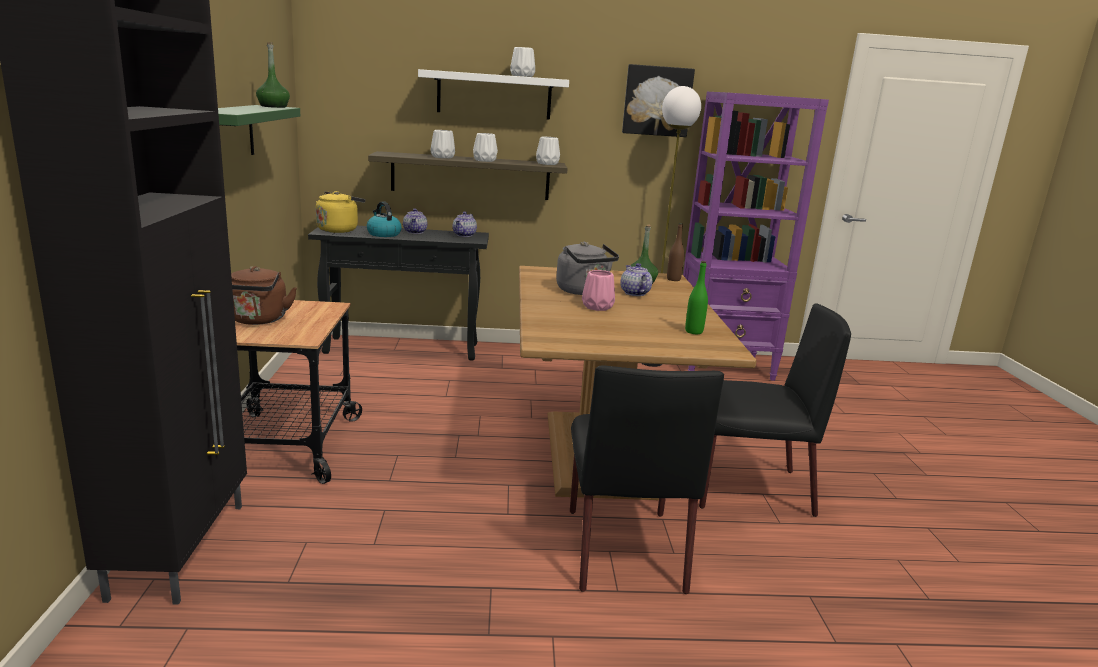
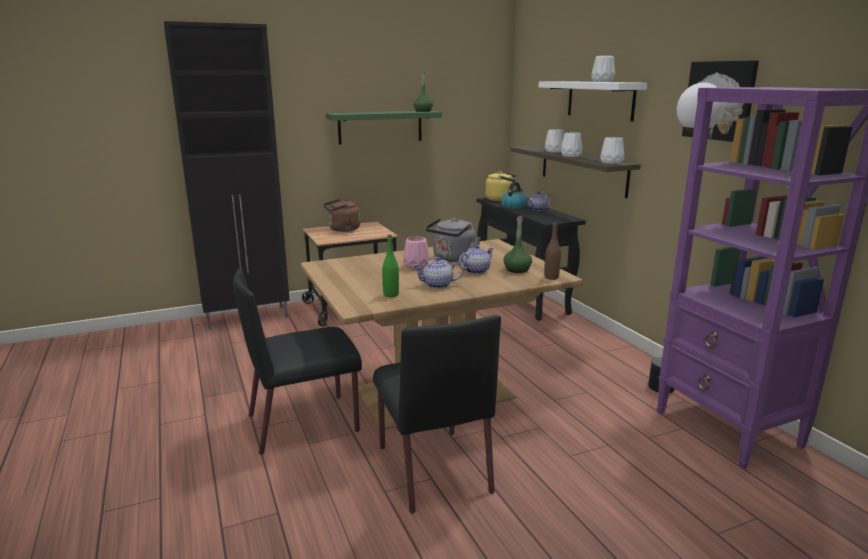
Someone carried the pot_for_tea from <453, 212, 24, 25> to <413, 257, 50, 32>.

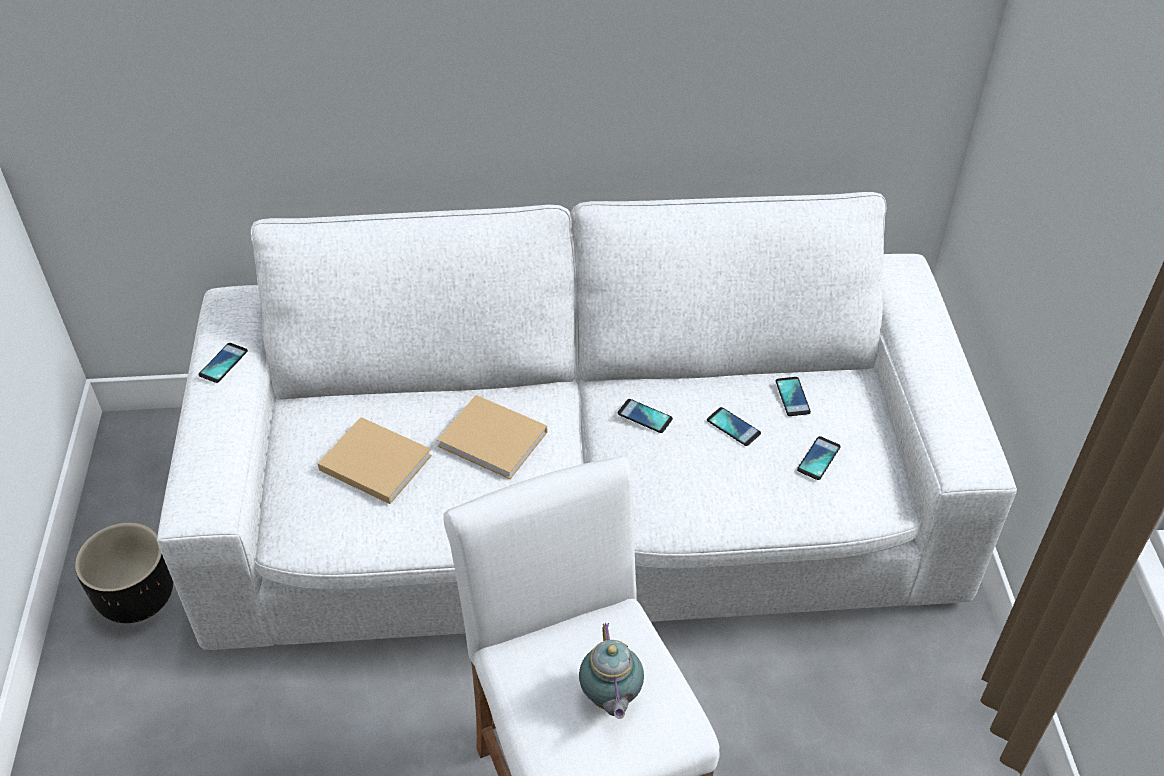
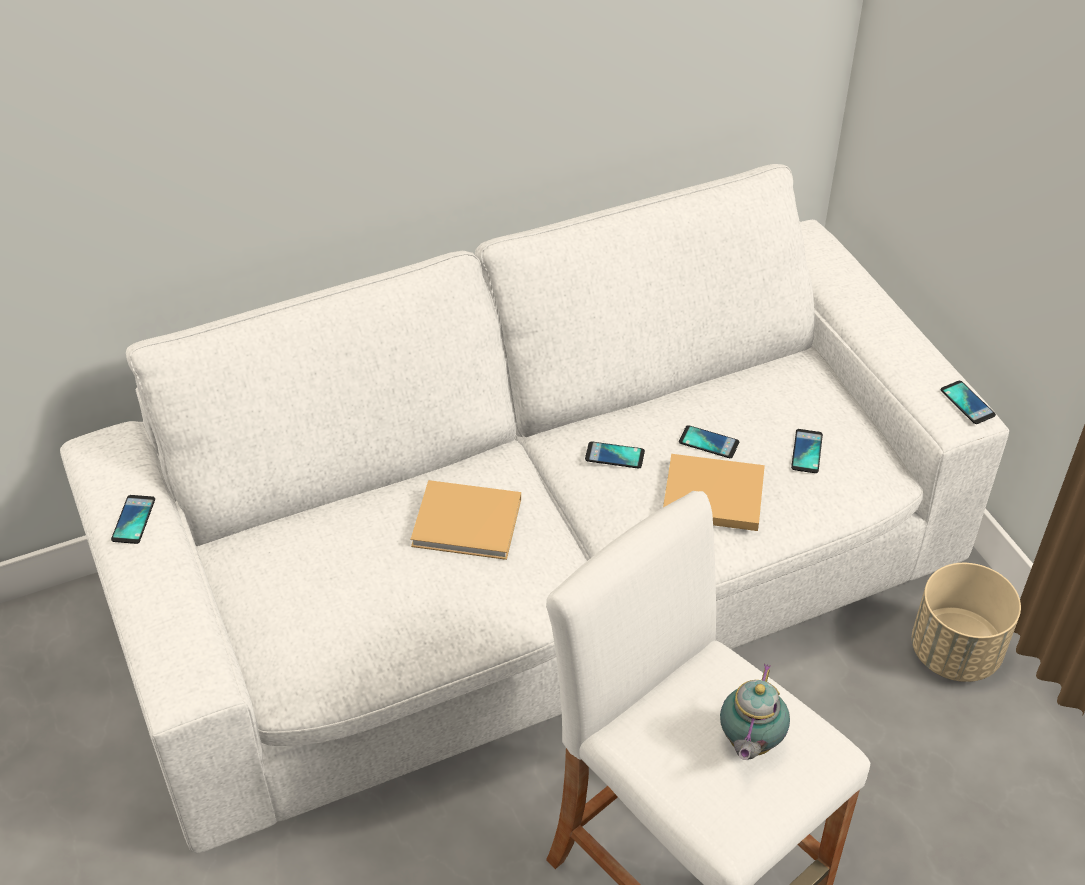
Someone carried the handset from <776, 377, 35, 39> to <940, 381, 56, 43>.
Someone carried the sand-coloured_bound_book from <318, 417, 114, 87> to <663, 454, 102, 77>.
Someone took away the black_plant_pot at <75, 523, 98, 100>.
Someone rotated the pot_for_tea at <579, 623, 65, 96> by 45 degrees clockwise.
Someone put down the sand-coloured_plant_pot at <912, 563, 109, 119>.

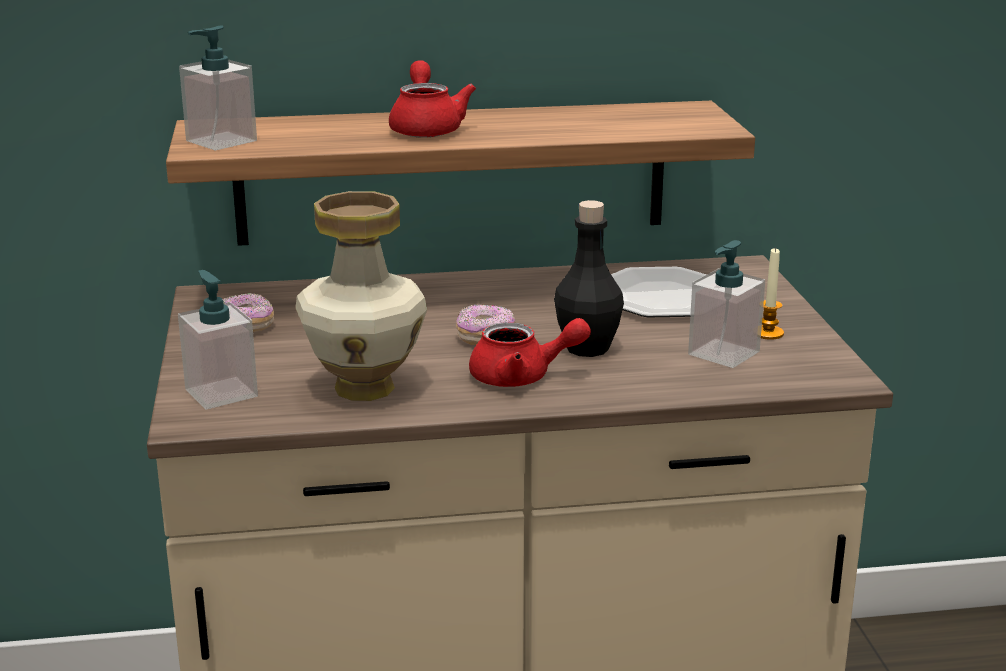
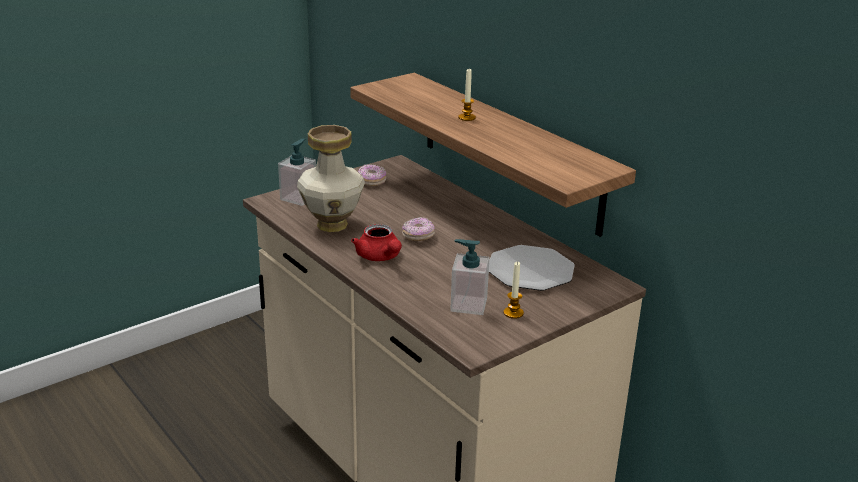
Someone took away the soap_bottle at <179, 26, 78, 125>.
Someone swapped the reddish_pot_for_tea at <389, 60, 87, 77> for the wax_light at <458, 69, 18, 52>.
Someone took away the black_bottle at <554, 200, 70, 157>.

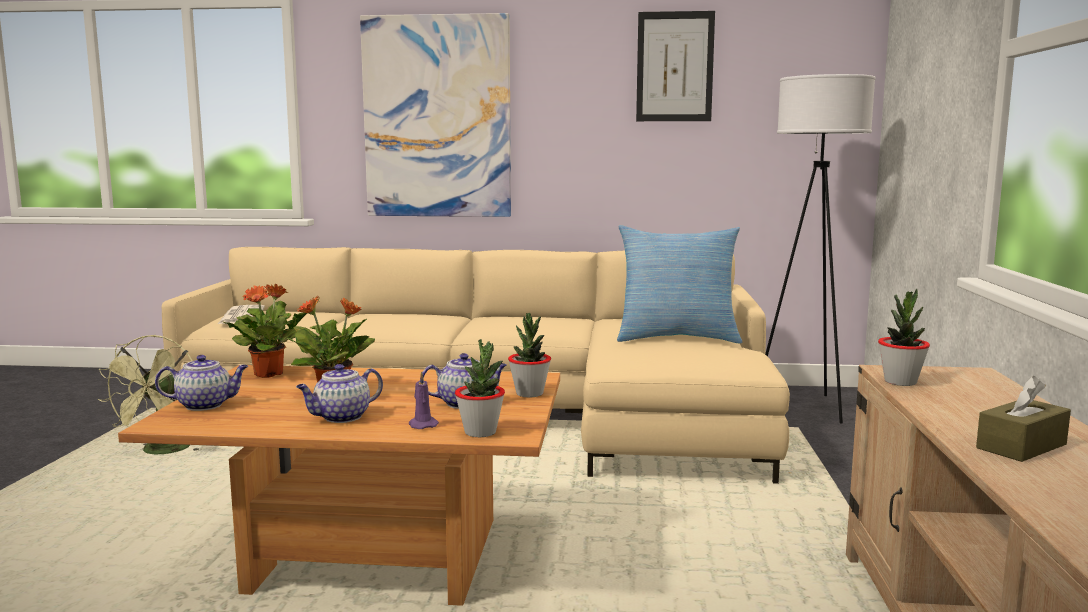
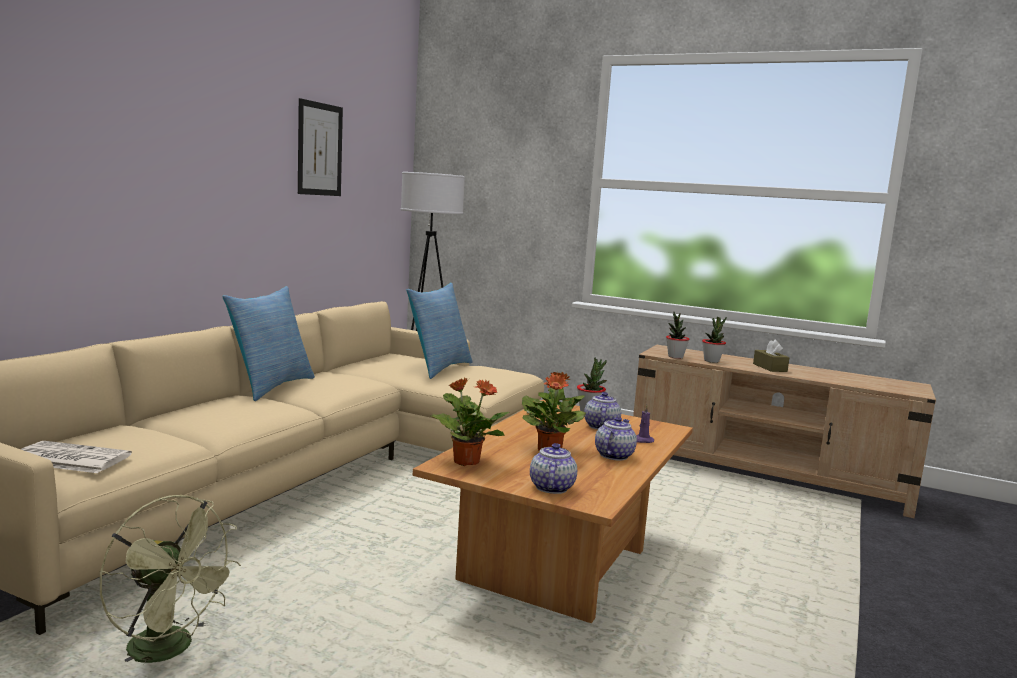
Someone took away the wall_picture at <360, 13, 151, 204>.
Someone carried the plant_in_a_pot from <455, 339, 50, 98> to <702, 317, 25, 46>.
Someone rotated the pot_for_tea at <296, 364, 87, 59> by 135 degrees counterclockwise.
Someone put down the cushion at <222, 286, 93, 115>.

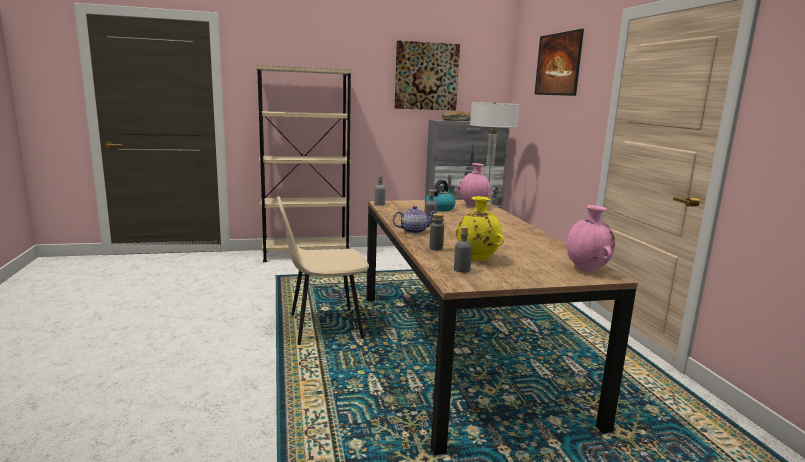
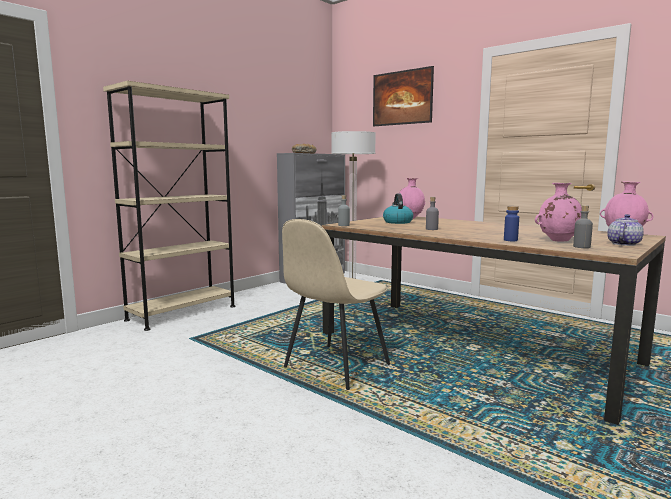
Someone took away the wall_picture at <395, 40, 65, 70>.
Someone repainted the yellowish_decorative_vase at <455, 196, 49, 65>, which became the pink-coloured_decorative_vase at <535, 183, 47, 59>.
Someone carried the pot_for_tea from <393, 206, 42, 28> to <607, 214, 37, 32>.
Someone repainted the greyish_bottle at <429, 213, 15, 37>, which became the blue_bottle at <504, 206, 15, 35>.

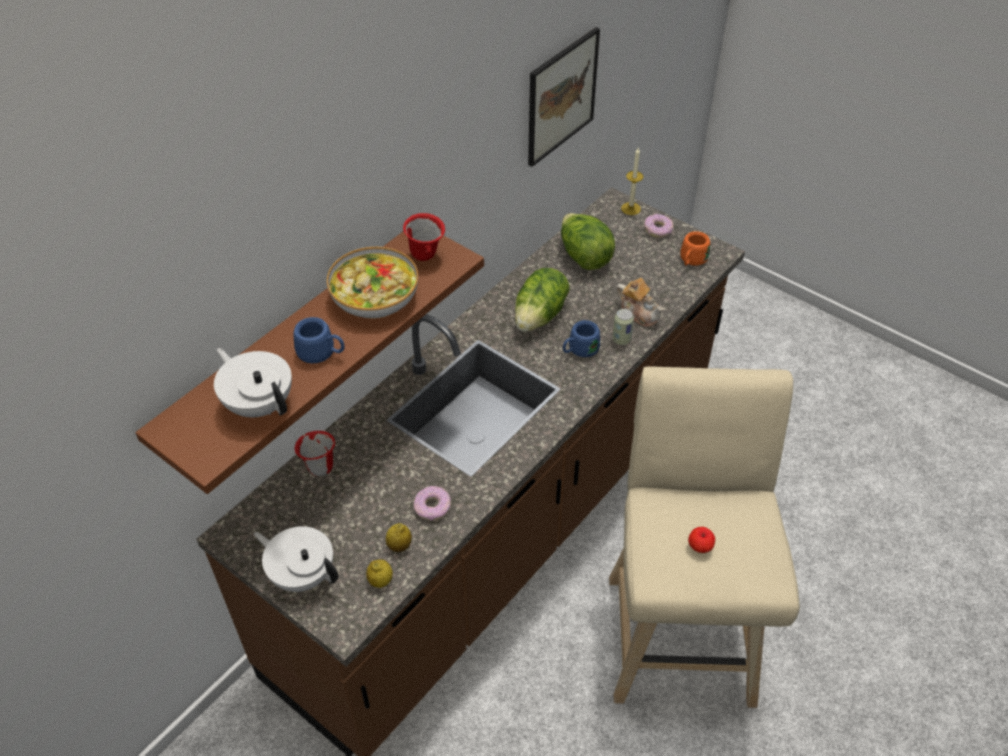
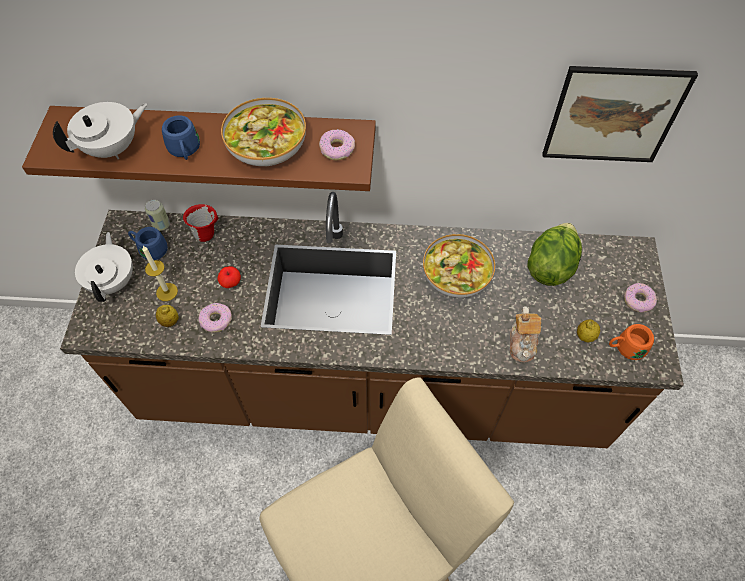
Someone carried the wax_light from <621, 148, 23, 67> to <142, 246, 36, 55>.
Someone swapped the reddish_tea_mug at <403, 213, 42, 48> for the ring_doughnut at <319, 129, 36, 31>.
Someone swapped the head_of_lettuce at <515, 268, 54, 64> for the serving_bowl at <423, 234, 72, 64>.
Someone carried the sealed_can from <612, 308, 22, 37> to <145, 200, 25, 31>.
Someone carried the blue_tea_mug from <563, 320, 37, 37> to <128, 227, 40, 33>.
Someone rotated the whitish_pot_for_tea at <214, 348, 78, 69> by 45 degrees clockwise.
Someone carried the whole_apple from <688, 527, 27, 26> to <218, 266, 23, 22>.
Someone carried the whole_lemon from <366, 559, 27, 29> to <577, 319, 23, 23>.

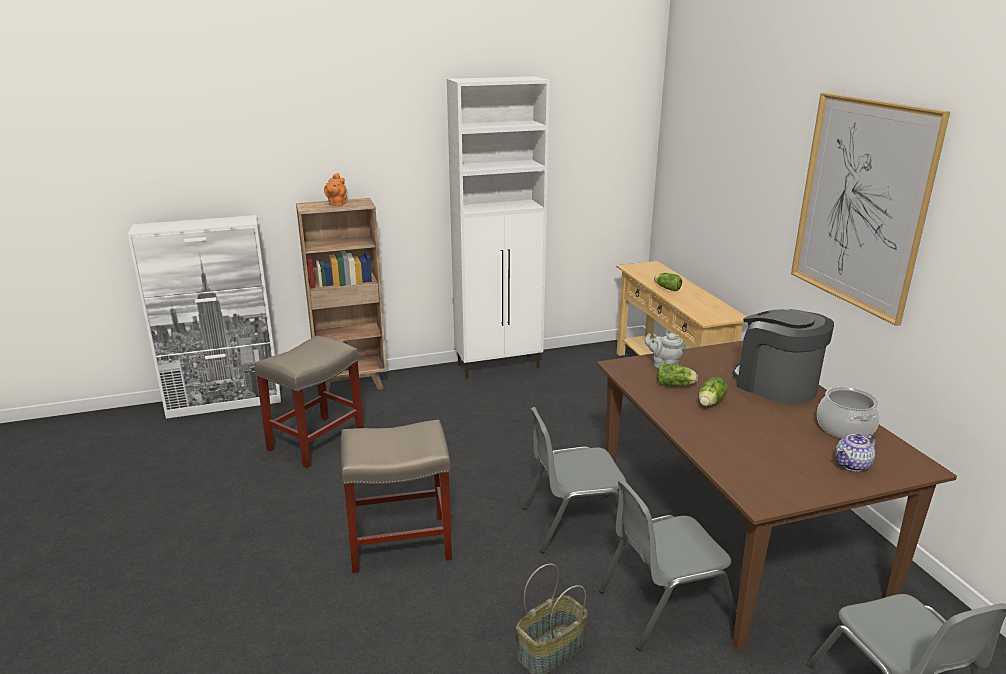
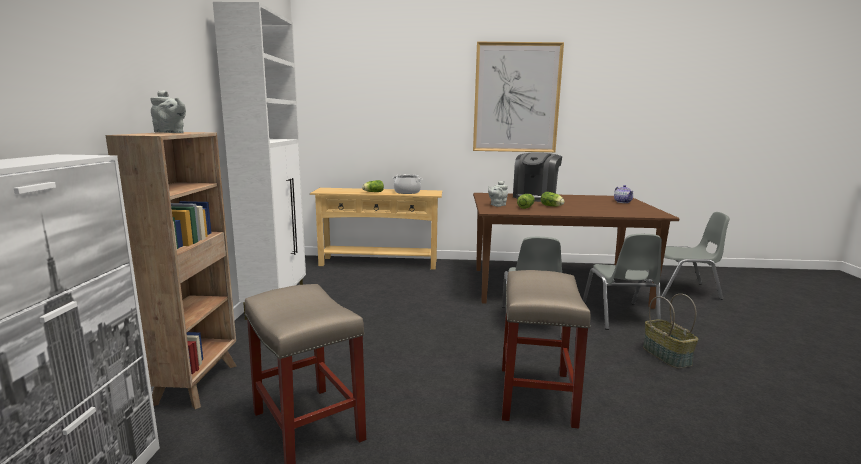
Someone repainted the orangey_pot_for_tea at <324, 173, 22, 34>, which became the greyish_pot_for_tea at <150, 90, 36, 43>.
Someone rotated the coffee_machine at <732, 309, 102, 95> by 45 degrees counterclockwise.
Someone carried the saucepot from <817, 386, 63, 53> to <393, 174, 29, 20>.

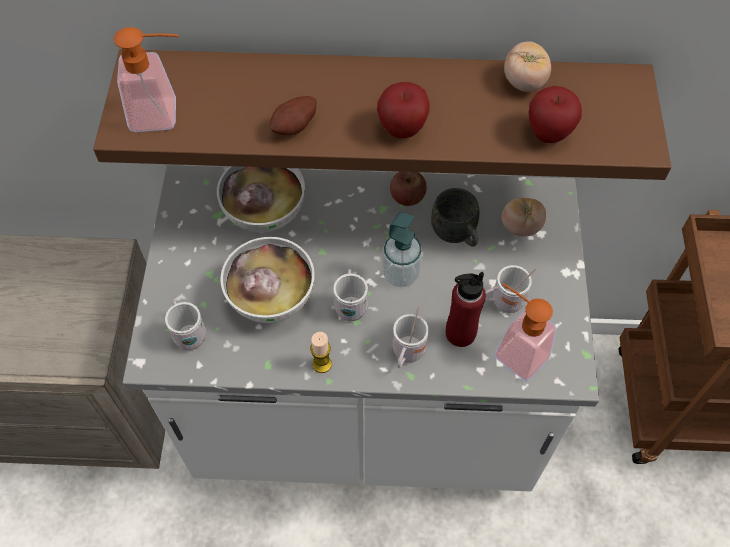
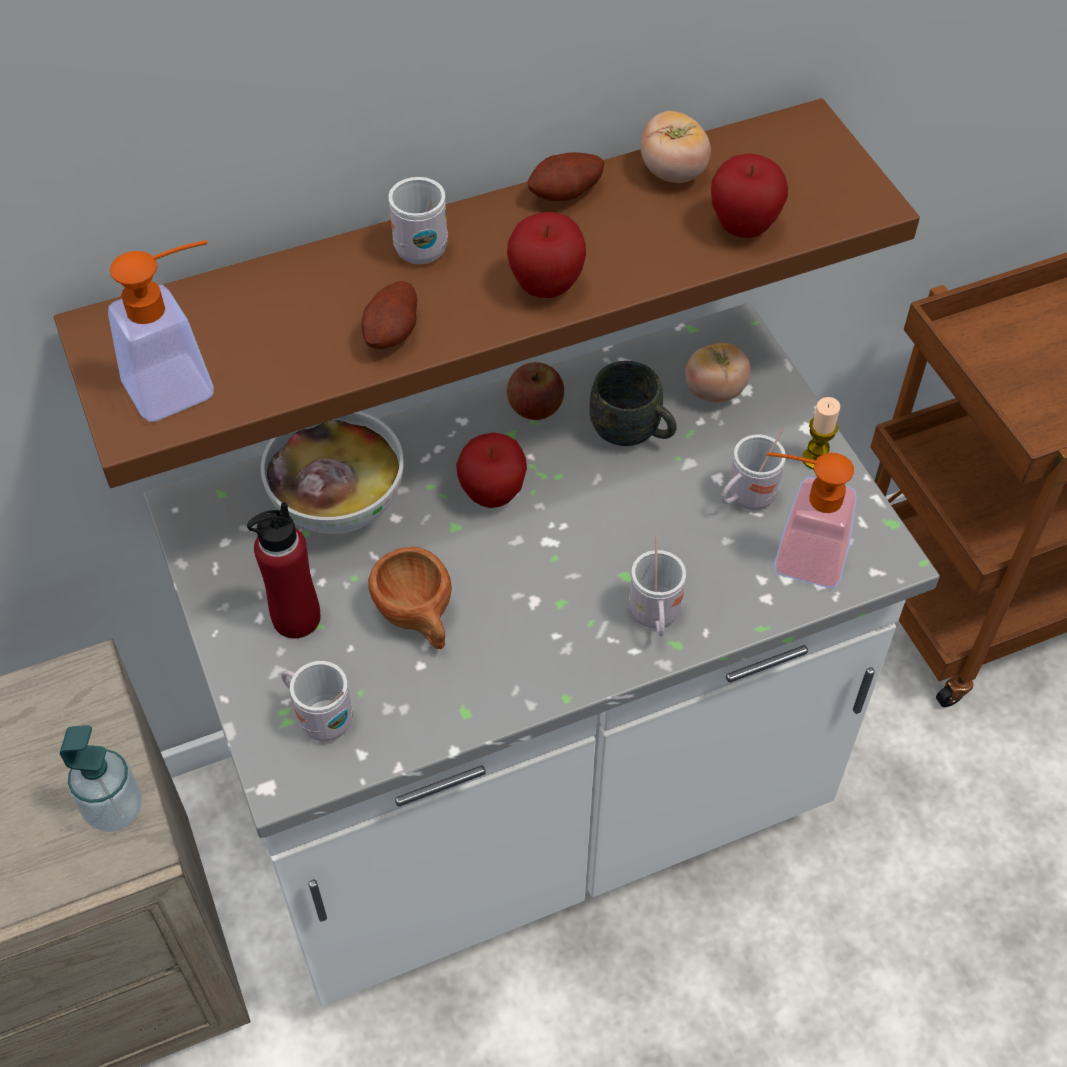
Someone carried the soap_bottle from <382, 212, 40, 75> to <60, 725, 82, 107>.
Someone swapped the serving_bowl at <221, 237, 94, 86> for the brown-coloured_small_cup at <368, 547, 84, 102>.
Someone carried the whitish_tea_mug from <333, 269, 35, 52> to <388, 177, 60, 87>.
Someone carried the reddish_bottle from <446, 272, 40, 75> to <247, 502, 73, 136>.
Someone carried the wax_light from <310, 332, 22, 41> to <802, 397, 38, 72>.
Someone put down the whole_potato at <527, 152, 78, 49>.
Someone put down the whole_apple at <456, 432, 71, 76>.

